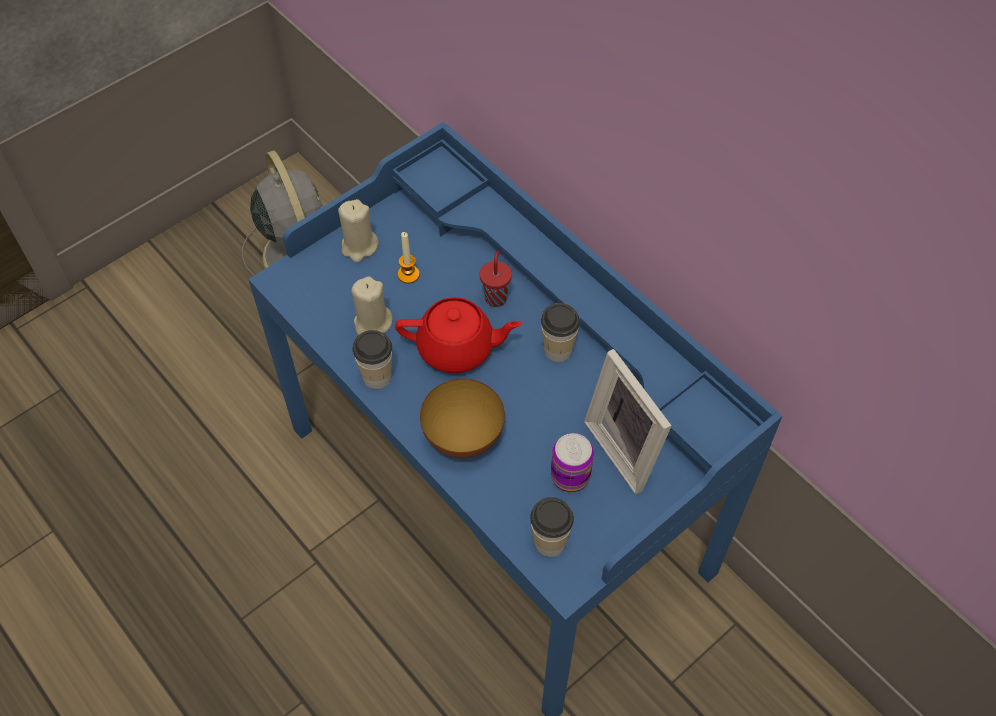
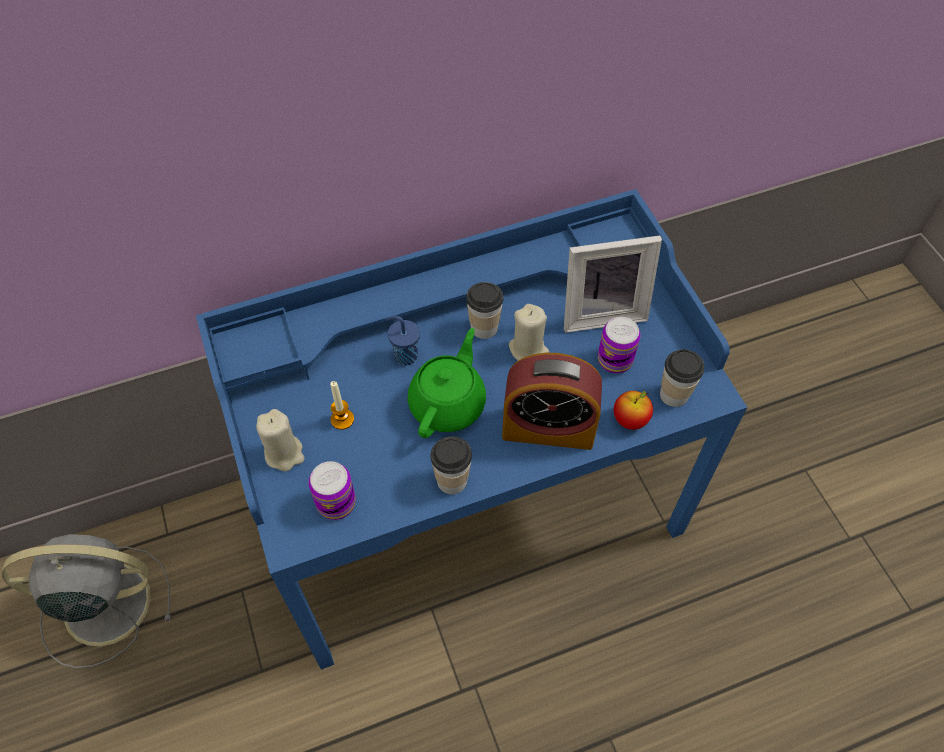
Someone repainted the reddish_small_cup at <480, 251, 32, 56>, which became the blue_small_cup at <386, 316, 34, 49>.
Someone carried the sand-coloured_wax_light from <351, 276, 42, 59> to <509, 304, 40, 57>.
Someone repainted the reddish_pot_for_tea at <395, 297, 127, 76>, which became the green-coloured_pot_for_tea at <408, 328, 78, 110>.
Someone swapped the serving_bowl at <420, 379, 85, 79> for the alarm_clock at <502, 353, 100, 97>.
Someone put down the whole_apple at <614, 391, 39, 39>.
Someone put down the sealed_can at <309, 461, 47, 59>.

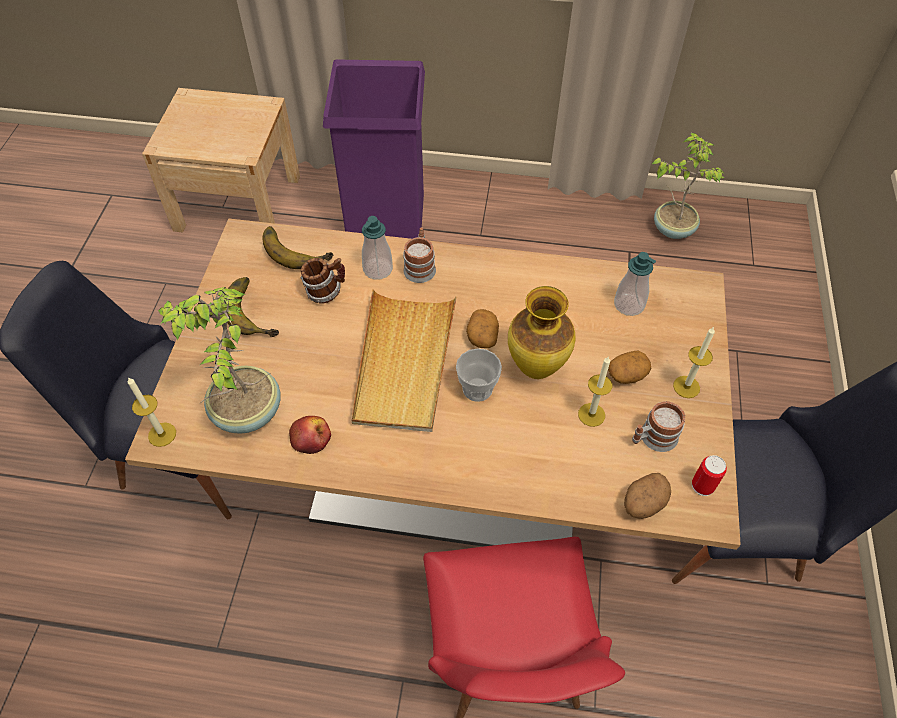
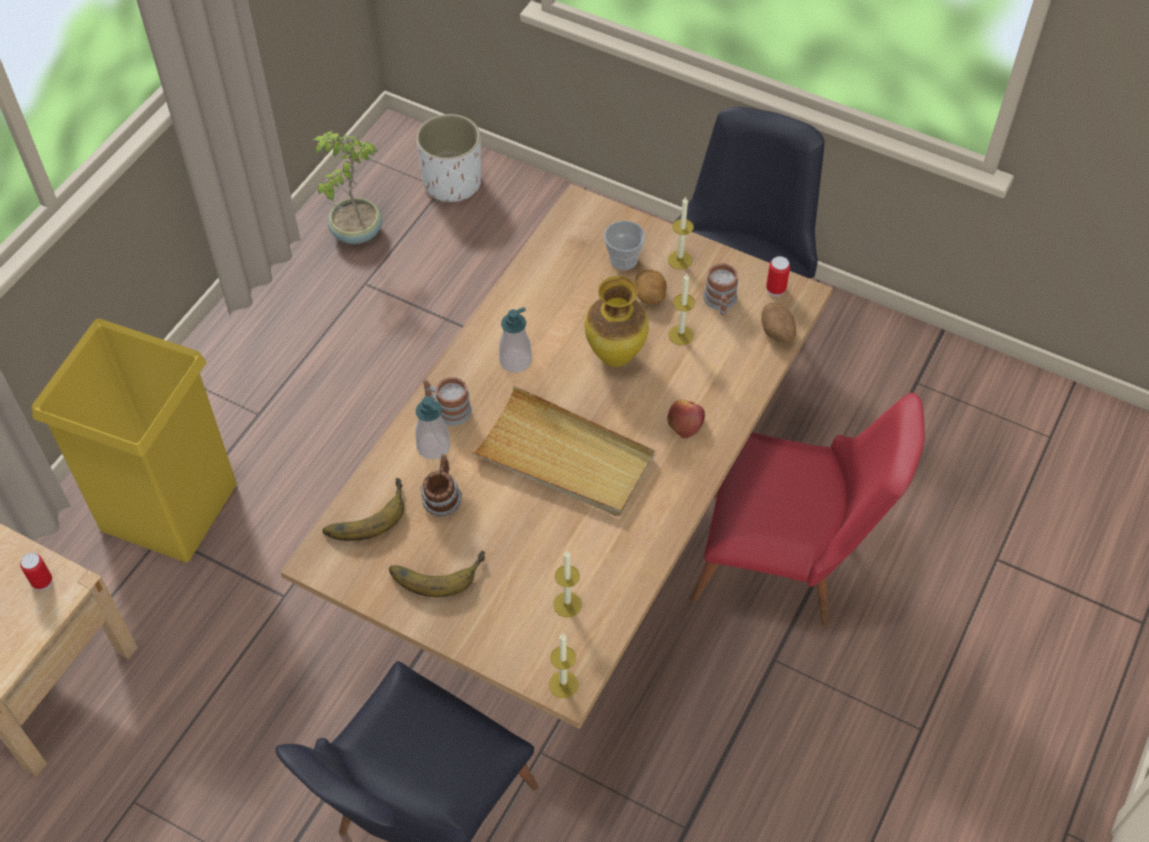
Someone repainted the purple_waste_bin at <323, 60, 102, 179>, which became the yellowish_waste_bin at <32, 319, 205, 243>.
Someone carried the soap_bottle from <614, 252, 42, 64> to <499, 307, 33, 66>.
Someone swapped the plant_in_a_pot at <158, 287, 122, 147> for the wax_light at <553, 551, 29, 66>.
Someone took away the whole_potato at <466, 309, 33, 39>.
Someone carried the small_cup from <456, 348, 46, 54> to <604, 220, 42, 50>.
Someone carried the whole_apple from <289, 416, 42, 38> to <667, 400, 38, 38>.
Someone put down the whitish_plant_pot at <416, 114, 65, 89>.
Someone put down the sealed_can at <20, 553, 32, 37>.

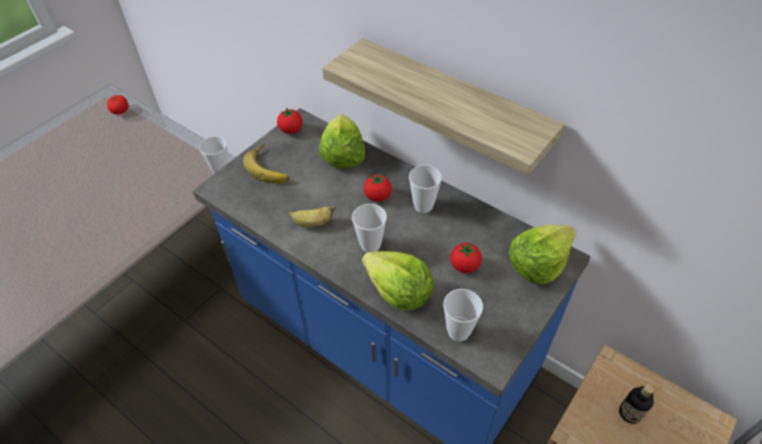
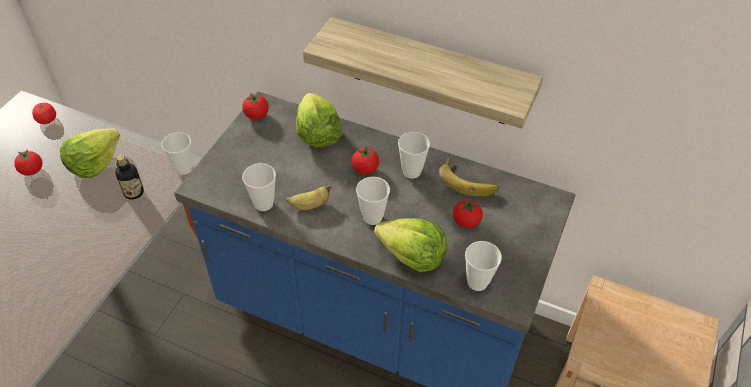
Someone carried the banana_fruit from <243, 144, 46, 40> to <439, 156, 60, 40>.
Someone carried the head_of_lettuce from <509, 225, 67, 60> to <60, 128, 60, 50>.
Someone carried the bottle from <619, 384, 35, 40> to <115, 154, 29, 46>.
Someone put down the tomato at <14, 149, 28, 27>.
Someone put down the small_cup at <242, 163, 34, 48>.

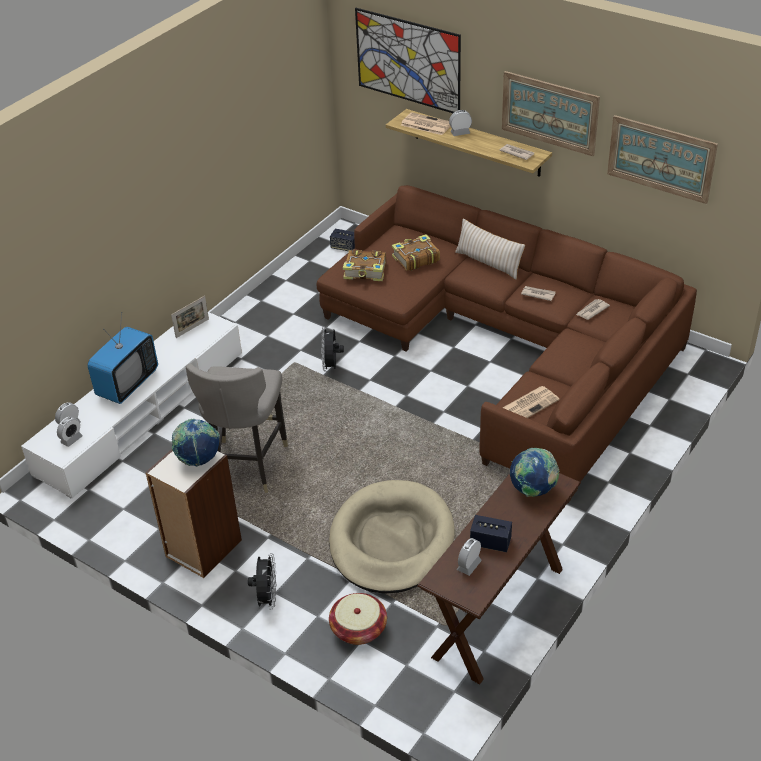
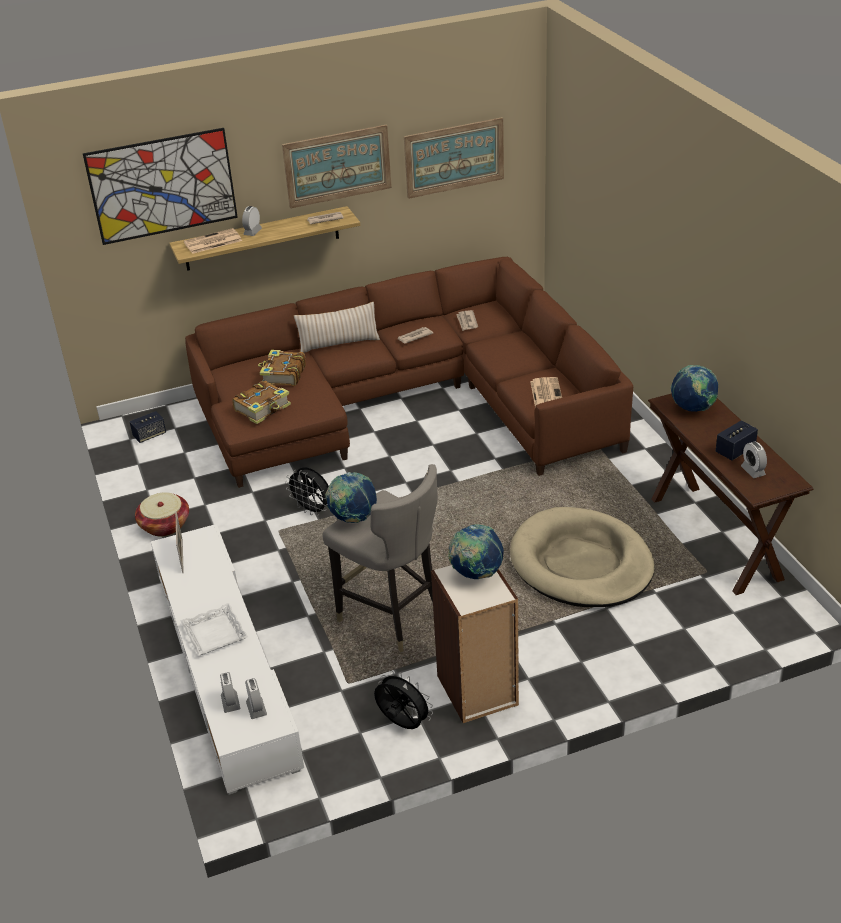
Someone swapped the TV at <87, 312, 71, 92> for the whitish_serving_tray at <181, 603, 67, 53>.
Someone carried the black_fan from <248, 553, 29, 56> to <374, 671, 59, 58>.
Someone carried the storage_basket from <329, 593, 58, 52> to <135, 492, 54, 45>.
Someone put down the desk_globe at <325, 472, 52, 51>.

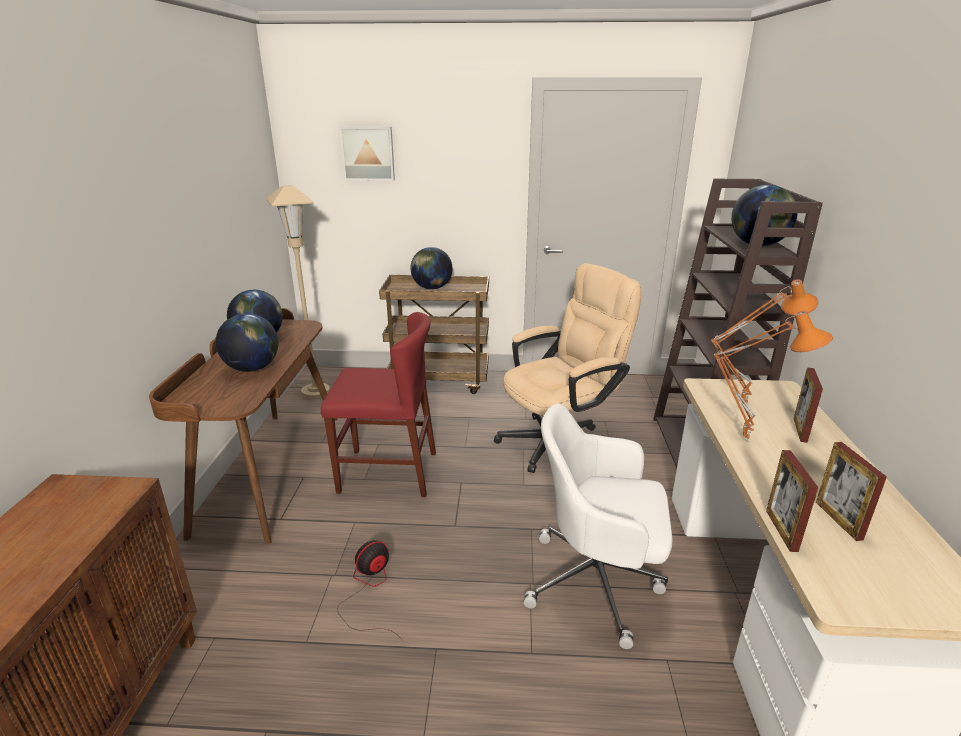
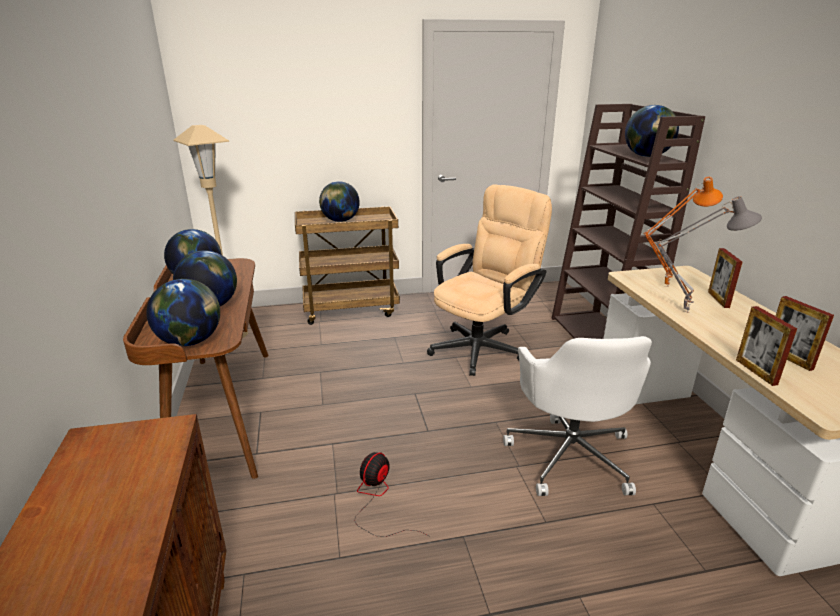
Someone took away the wall_picture at <339, 127, 56, 54>.
Someone repainted the orangey_table_lamp at <714, 311, 119, 131>, which became the greyish_table_lamp at <655, 196, 107, 117>.
Someone took away the reddish_upright_chair at <321, 312, 115, 185>.
Someone rotated the whitish_computer_chair at <524, 403, 149, 246> by 90 degrees counterclockwise.
Someone put down the desk_globe at <146, 279, 74, 67>.

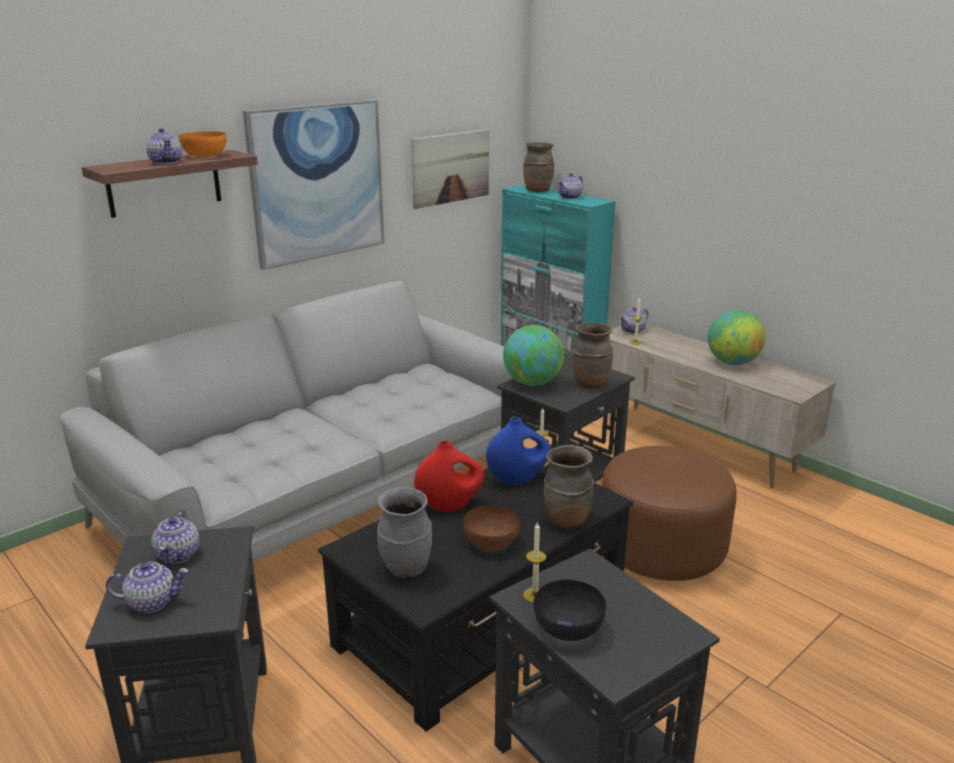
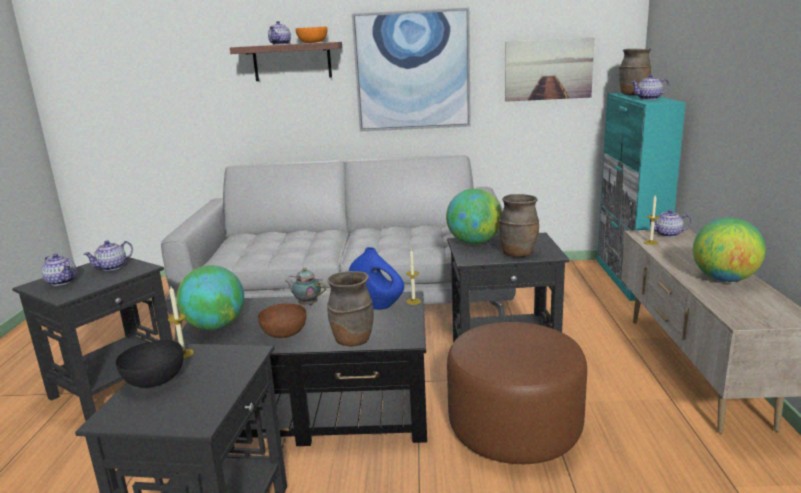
Someone swapped the reddish_decorative_vase at <414, 441, 70, 71> for the pot_for_tea at <285, 268, 41, 38>.
Someone swapped the greyish_decorative_vase at <377, 487, 55, 91> for the desk_globe at <177, 265, 67, 65>.

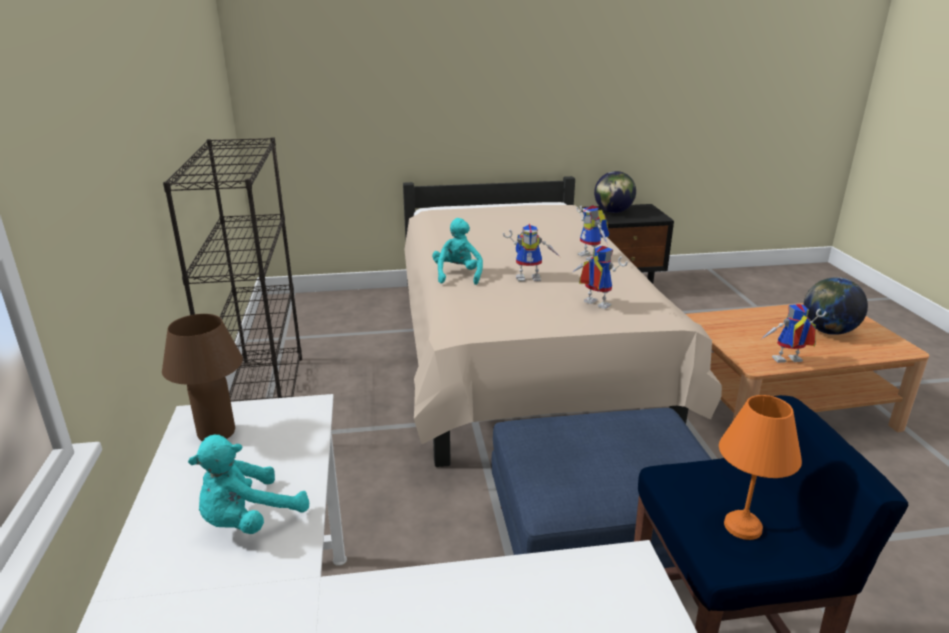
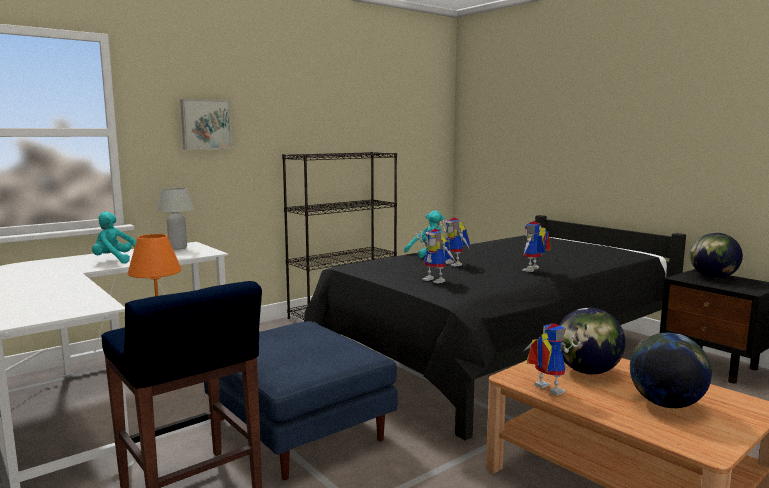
Someone repainted the sand-coloured_bed at <403, 176, 319, 291>, which became the black_bed at <304, 215, 382, 225>.
Someone rotated the toy_robot at <573, 246, 55, 63> by 120 degrees clockwise.
Someone repainted the brown-coloured_table_lamp at <162, 314, 81, 127>, which became the whitish_table_lamp at <156, 188, 38, 62>.
Someone put up the wall_picture at <180, 99, 52, 51>.
Someone put down the desk_globe at <559, 308, 67, 67>.

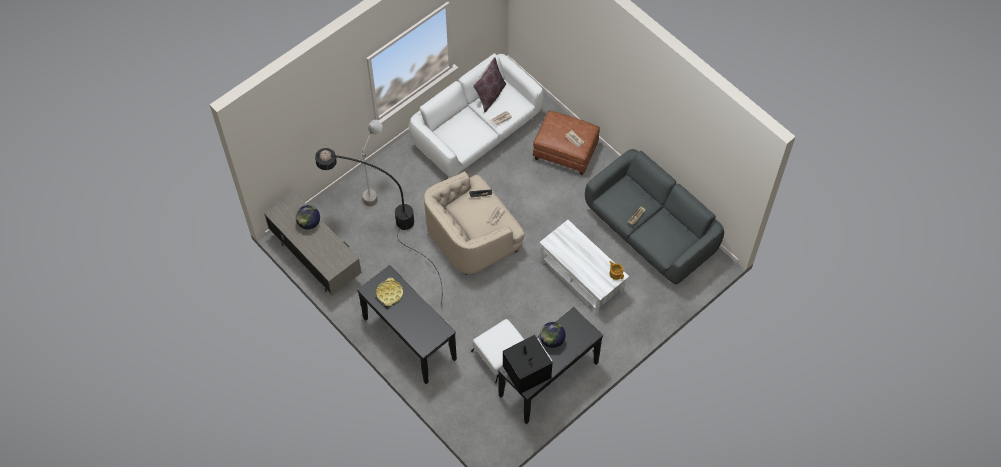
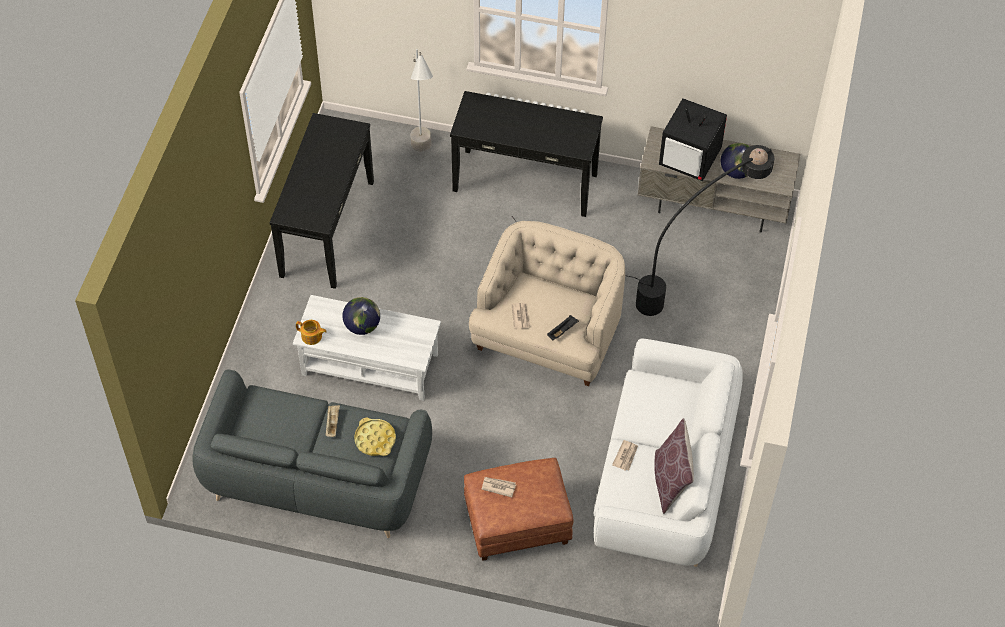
Someone carried the greyish_standard_lamp from <358, 120, 24, 86> to <411, 49, 22, 103>.
Someone carried the yellowish_serving_tray from <376, 278, 27, 28> to <354, 418, 42, 38>.
Someone took away the whitish_footrest at <471, 319, 53, 64>.
Someone carried the desk_globe from <540, 322, 26, 26> to <342, 297, 38, 38>.
Someone carried the TV from <503, 335, 49, 59> to <659, 98, 68, 83>.

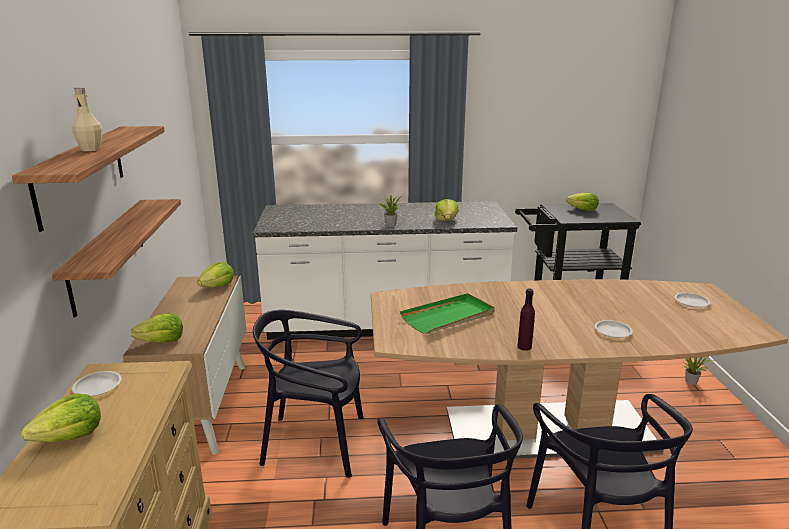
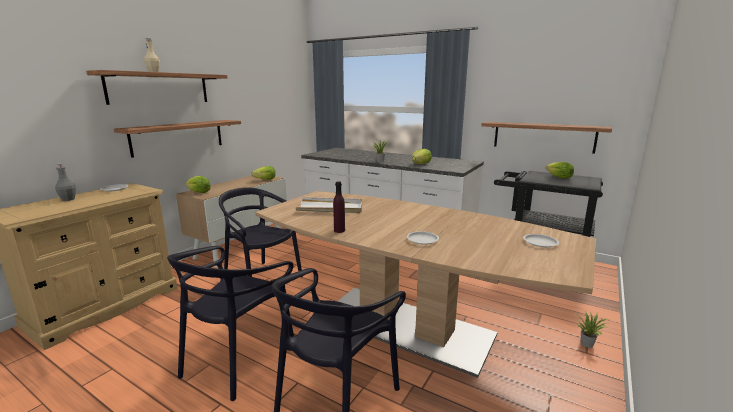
Someone repainted the green-coloured_serving_tray at <400, 293, 95, 41>, which became the whitish_serving_tray at <295, 197, 67, 16>.
Someone swapped the head_of_lettuce at <21, 394, 80, 48> for the greyish_bottle at <55, 163, 21, 38>.
Someone put up the shelf at <481, 122, 131, 32>.

